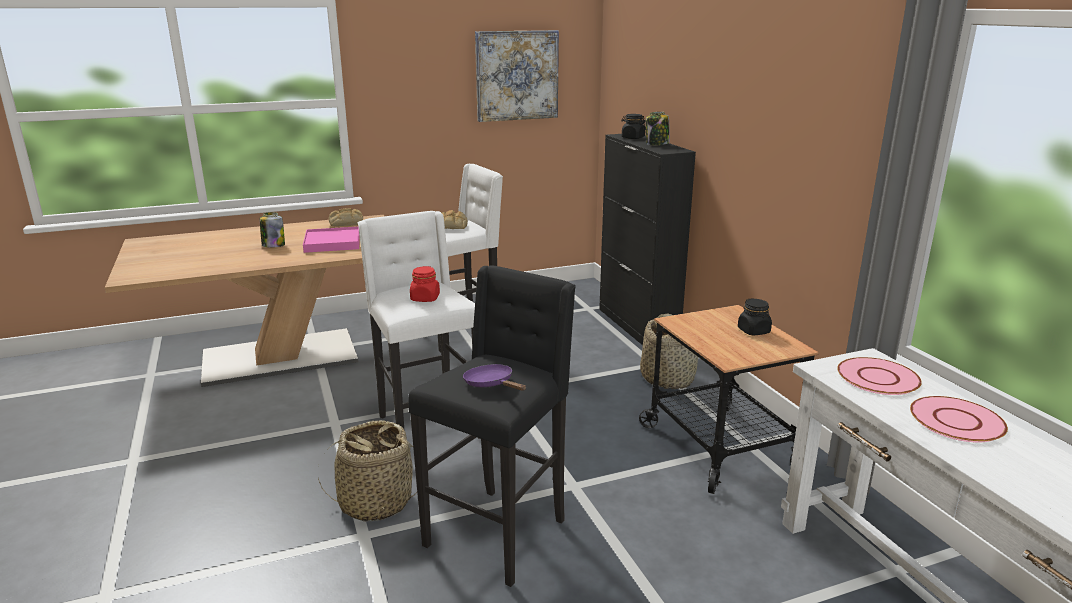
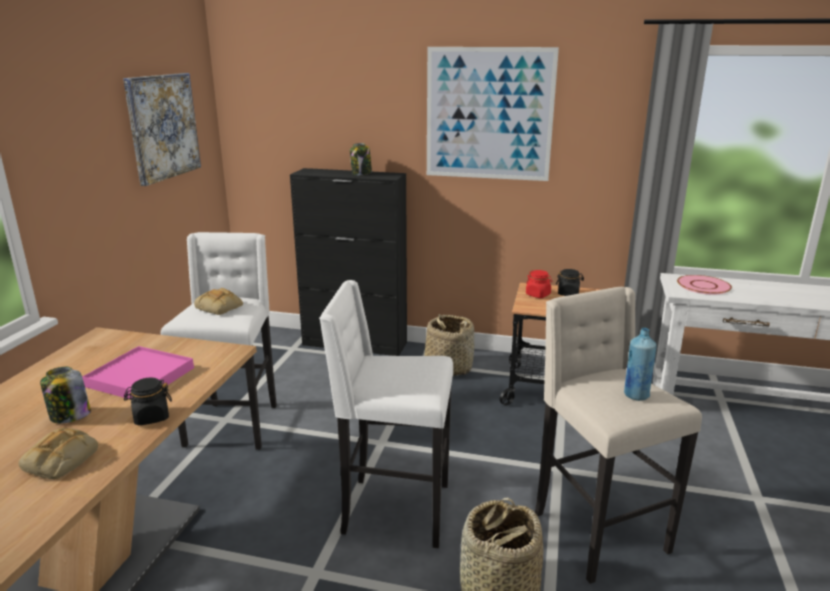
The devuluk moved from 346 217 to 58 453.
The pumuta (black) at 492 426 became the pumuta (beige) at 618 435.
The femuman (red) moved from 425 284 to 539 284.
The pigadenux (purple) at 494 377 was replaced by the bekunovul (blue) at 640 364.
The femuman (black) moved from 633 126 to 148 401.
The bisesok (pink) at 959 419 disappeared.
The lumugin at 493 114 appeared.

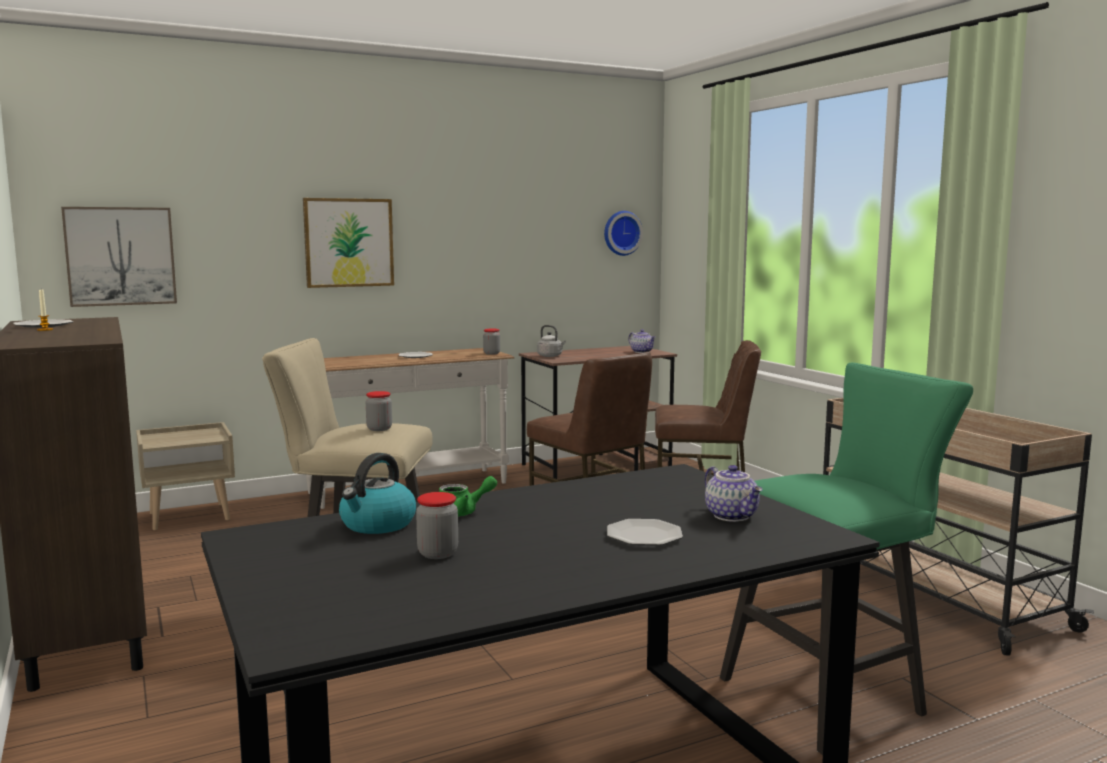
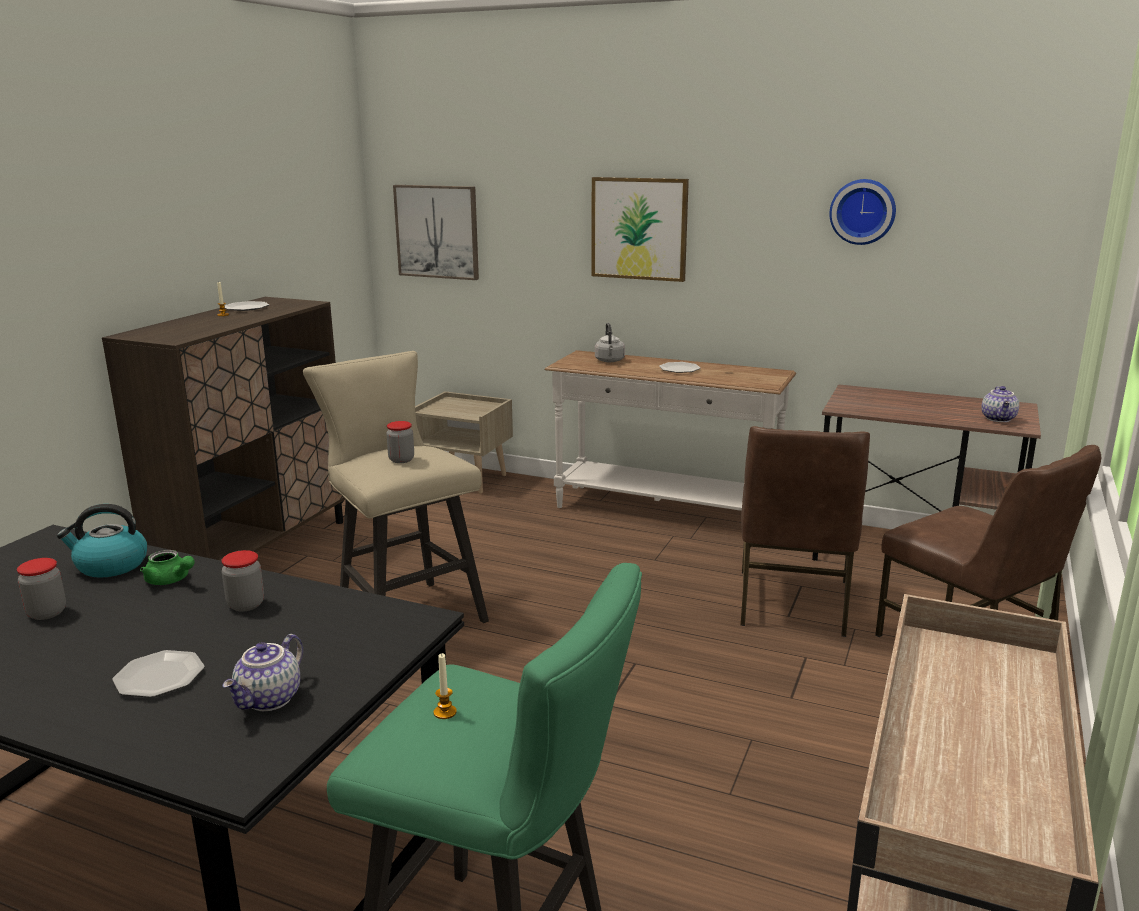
The femuman moved from 491 341 to 243 581.
The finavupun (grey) moved from 551 341 to 610 342.
The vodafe moved from 623 233 to 862 212.
The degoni at 445 686 appeared.

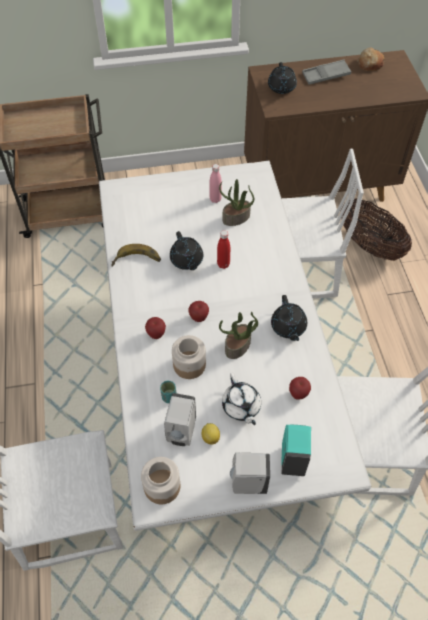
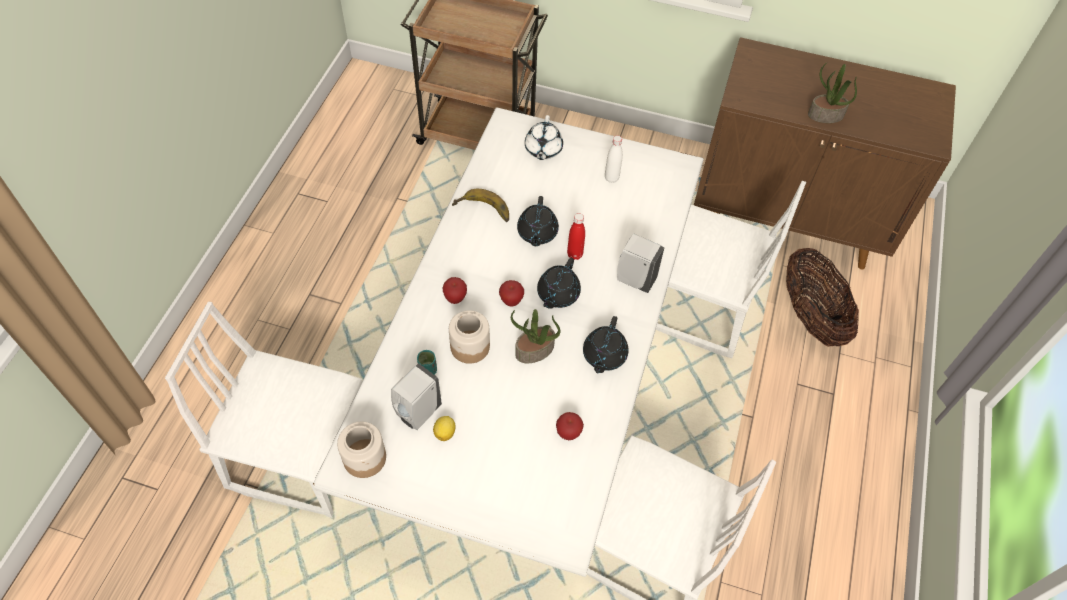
The bekunovul (pink) at 215 183 became the bekunovul (white) at 614 159.
The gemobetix moved from 236 202 to 832 93.
The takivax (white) moved from 241 399 to 544 137.
The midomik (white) moved from 250 473 to 641 263.
The takivax (black) moved from 282 78 to 559 283.
The midomik (turquoise) at 296 450 disappeared.
The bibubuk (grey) at 326 72 disappeared.
The devuluk at 371 59 disappeared.

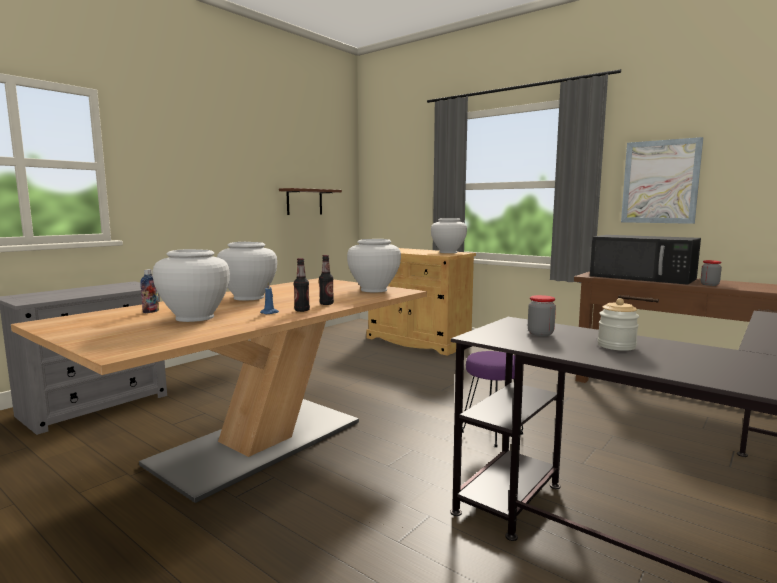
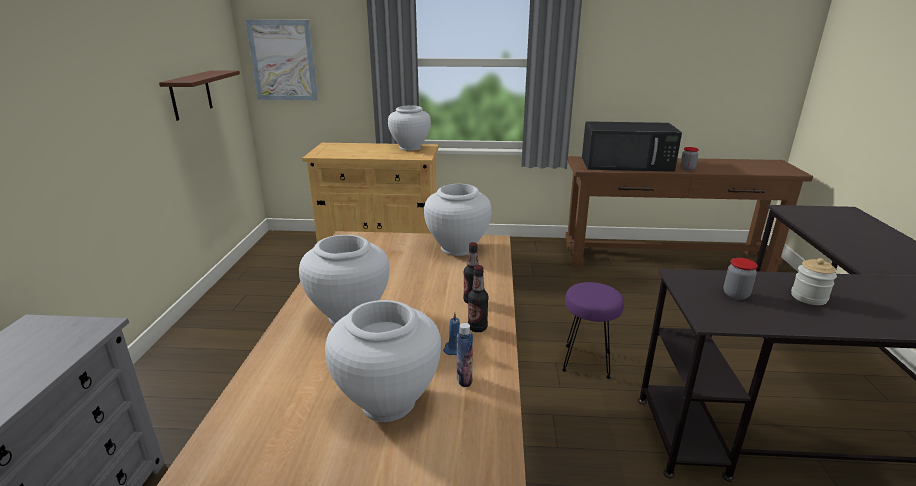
The bekunovul moved from 149 291 to 465 355.
The lumugin moved from 662 180 to 282 60.

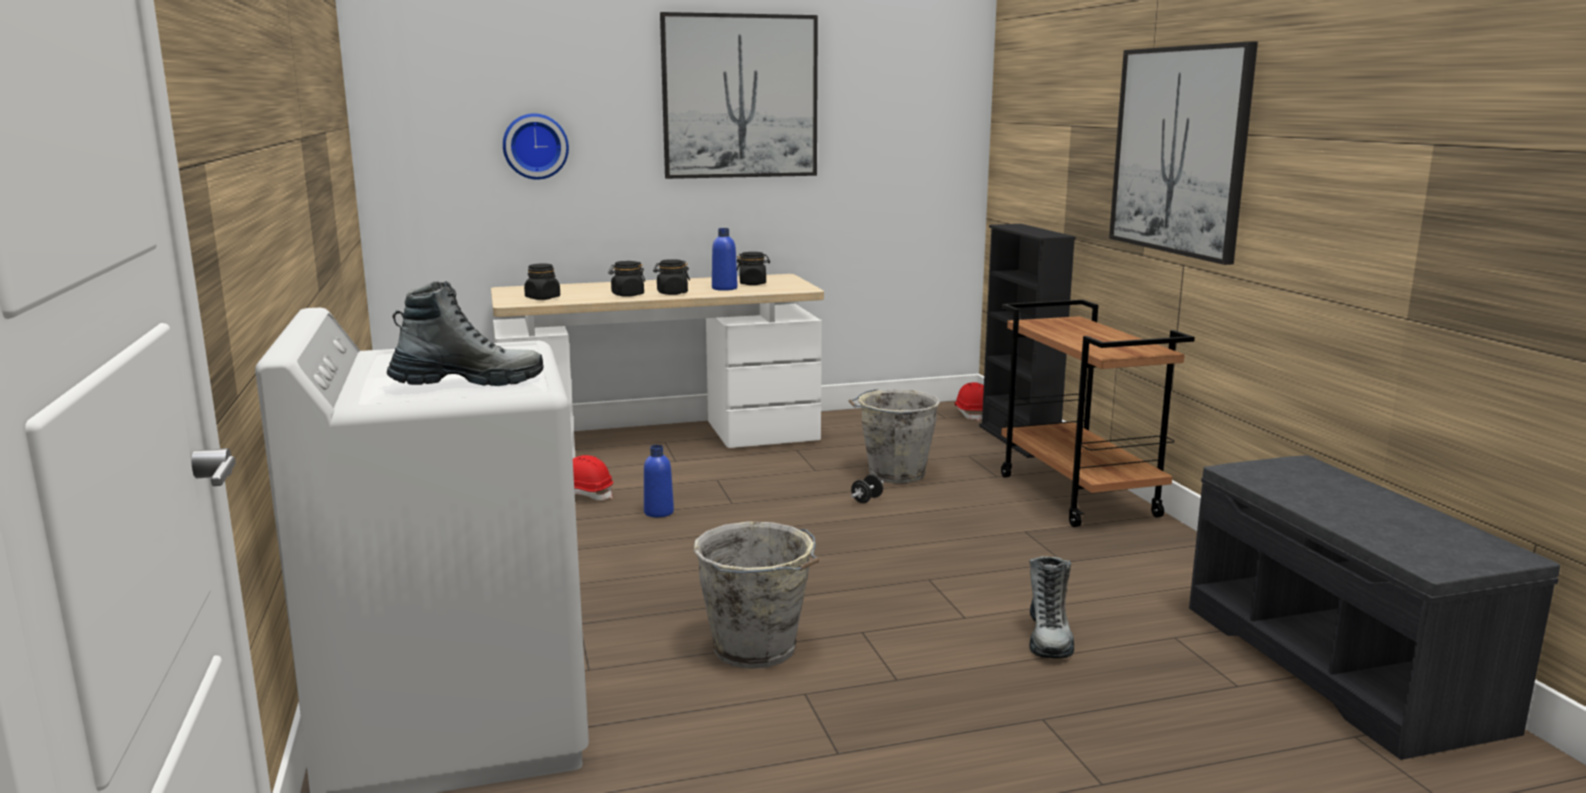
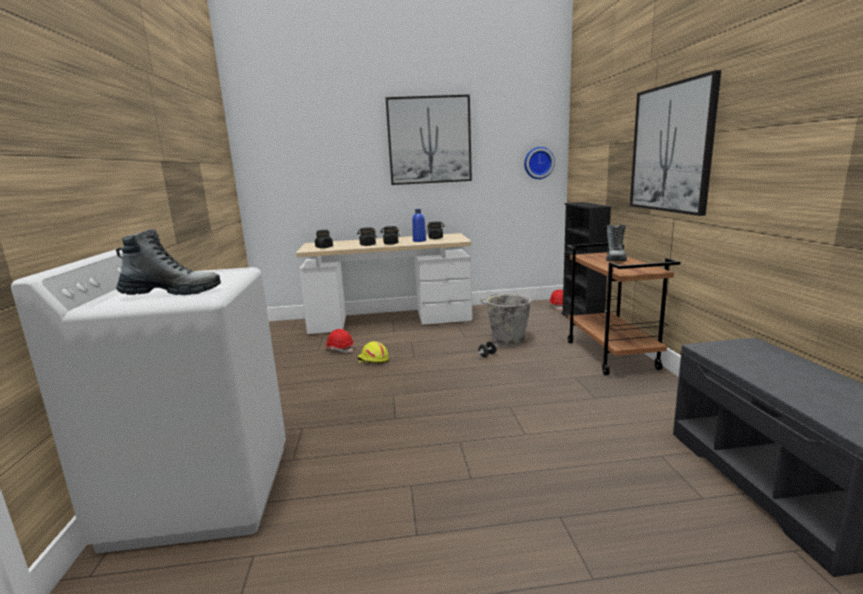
The vodafe moved from 536 146 to 539 163.
The bekunovul (blue) at 659 481 was replaced by the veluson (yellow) at 373 352.
The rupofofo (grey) at 756 595 disappeared.
The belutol moved from 1051 607 to 616 243.

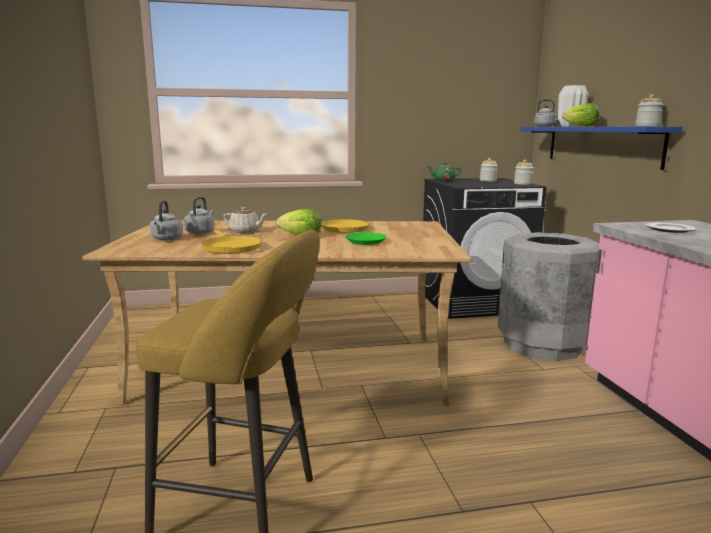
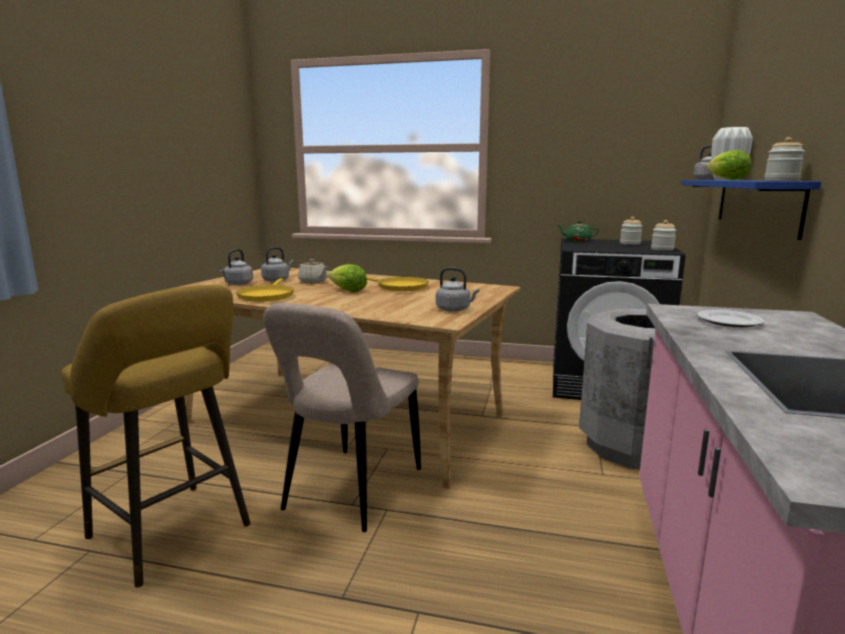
The bisesok (green) at 366 238 disappeared.
The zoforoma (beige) at 342 417 appeared.
The finavupun (grey) at 457 289 appeared.

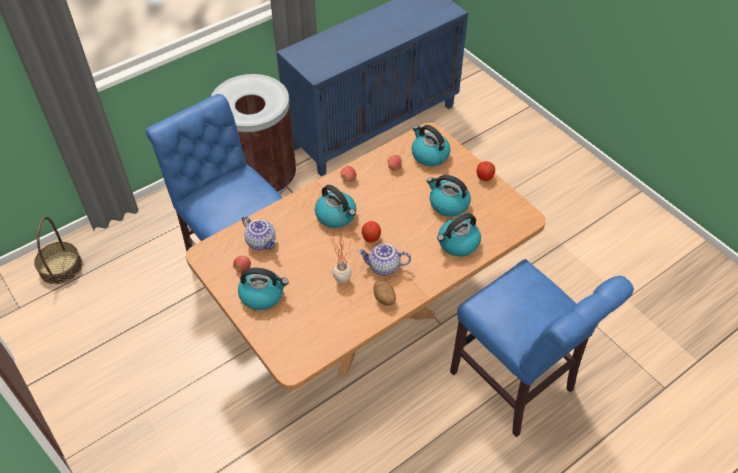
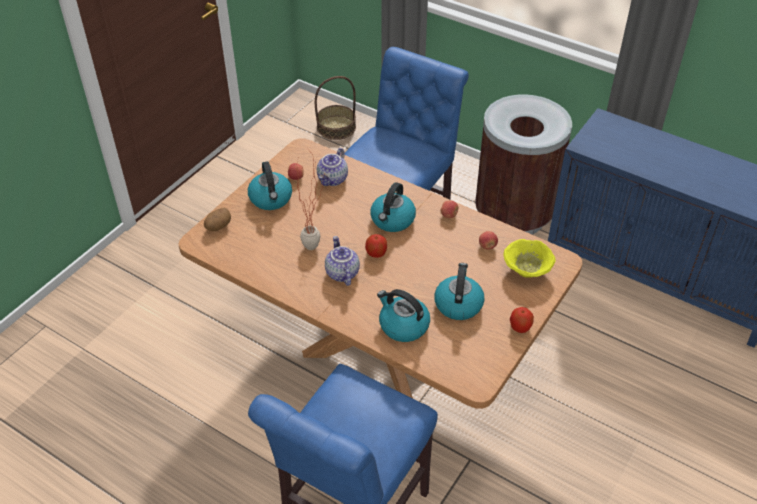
The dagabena moved from 384 293 to 217 219.
The finavupun at 431 145 was replaced by the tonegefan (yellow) at 529 258.

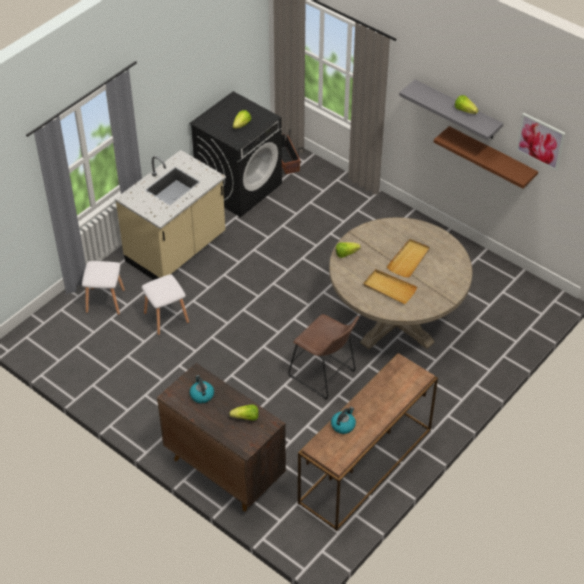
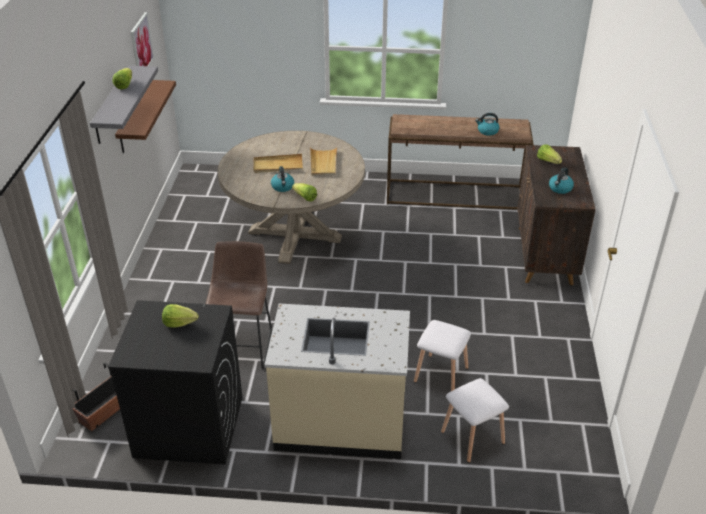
The pumuta (brown) moved from 323 357 to 239 305.
The finavupun at 282 179 appeared.

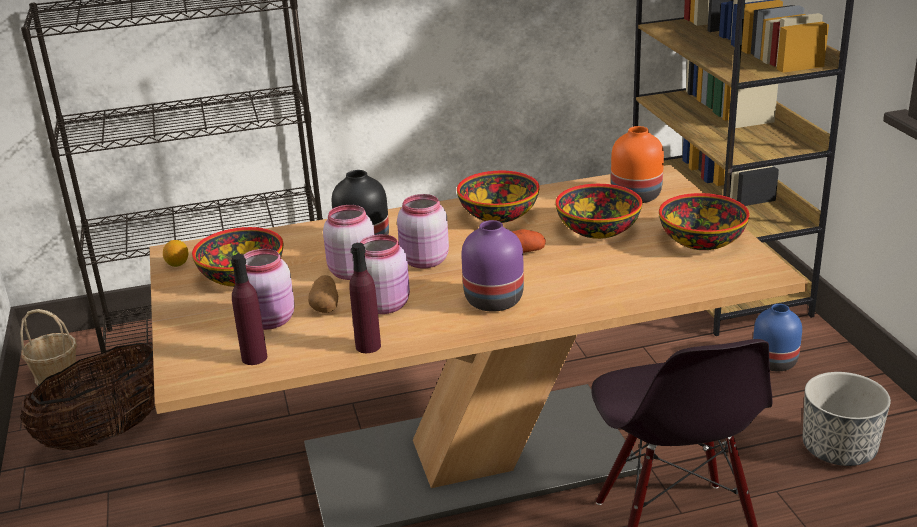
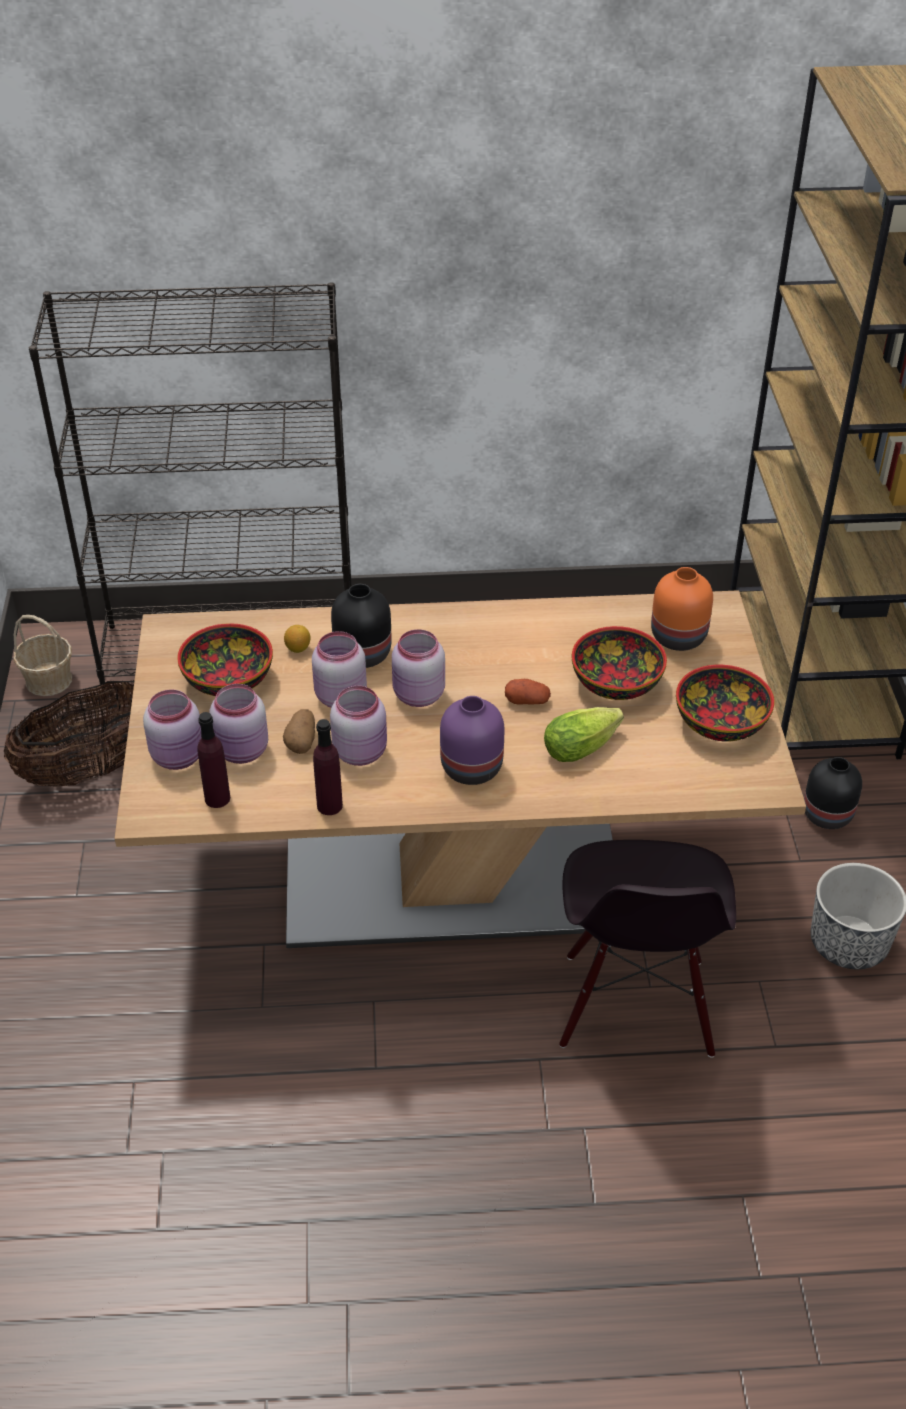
The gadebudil moved from 176 253 to 297 639.
The tonegefan at 498 197 disappeared.
The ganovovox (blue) at 777 337 became the ganovovox (black) at 833 793.
The femuman (pink) at 172 729 appeared.
The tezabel at 584 734 appeared.

